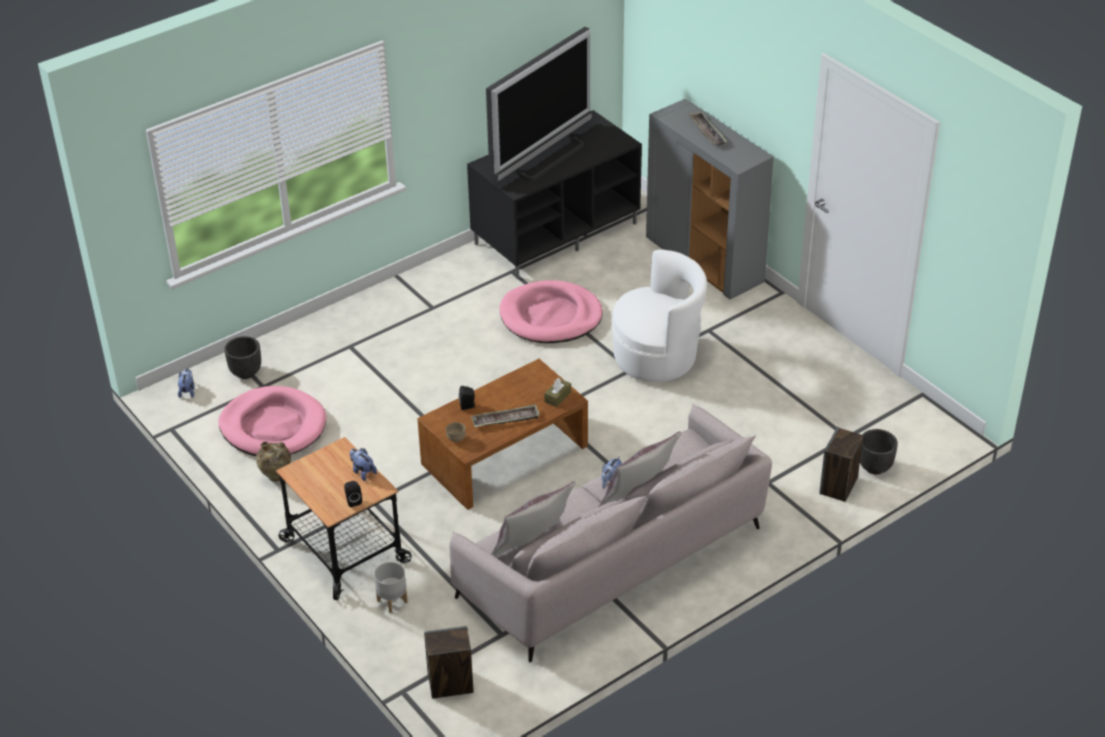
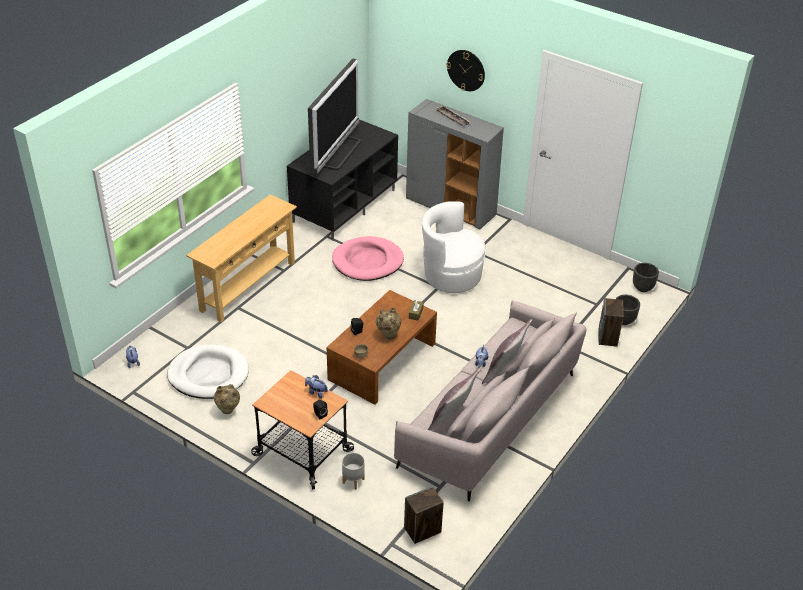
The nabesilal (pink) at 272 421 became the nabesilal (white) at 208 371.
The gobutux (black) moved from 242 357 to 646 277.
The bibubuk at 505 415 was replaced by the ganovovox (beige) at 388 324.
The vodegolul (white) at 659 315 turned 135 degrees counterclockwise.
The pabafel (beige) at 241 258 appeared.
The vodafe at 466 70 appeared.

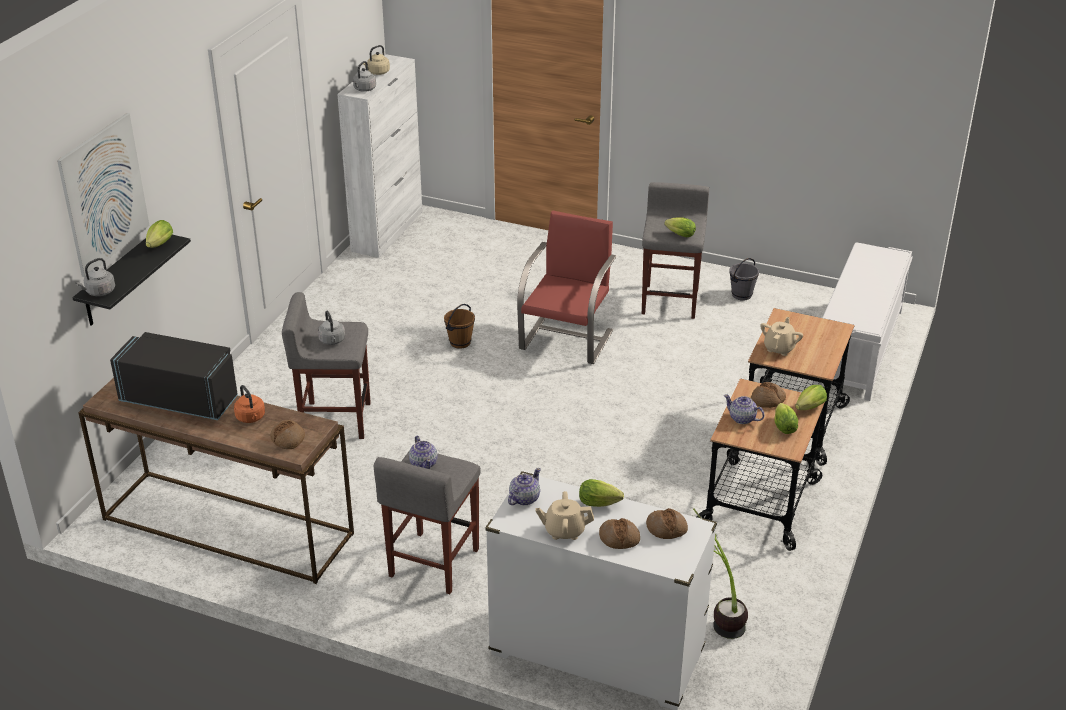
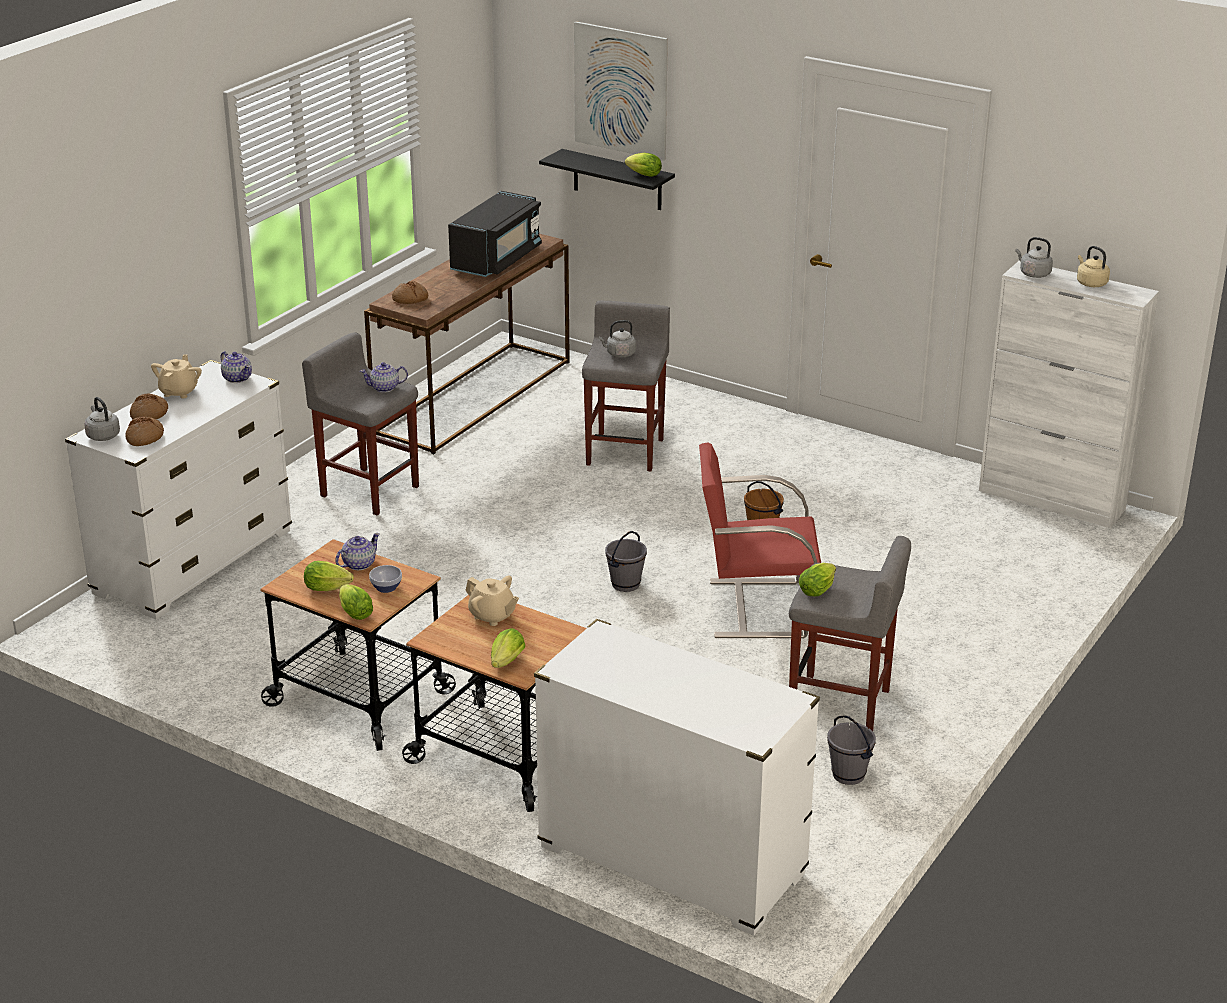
The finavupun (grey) moved from 95 277 to 102 419.
The finavupun (orange) at 249 404 disappeared.
The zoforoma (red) at 567 287 turned 150 degrees clockwise.
The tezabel moved from 601 493 to 508 648.
The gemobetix at 720 573 disappeared.
The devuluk at 768 395 was replaced by the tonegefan at 385 579.
The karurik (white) at 862 321 was replaced by the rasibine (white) at 677 777.
The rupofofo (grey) at 626 561 appeared.

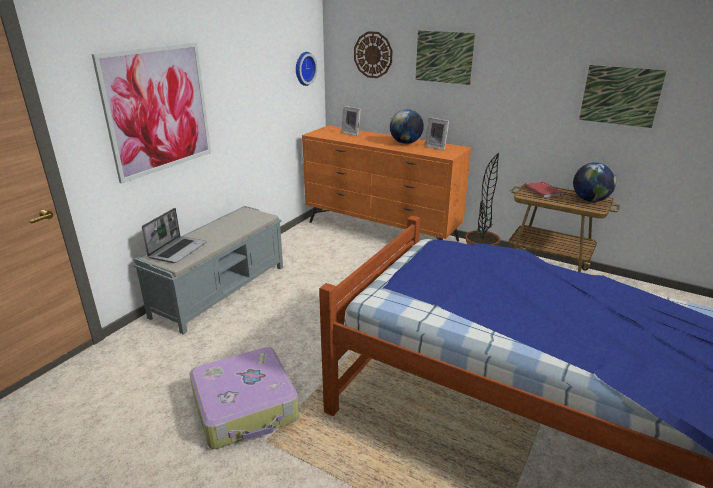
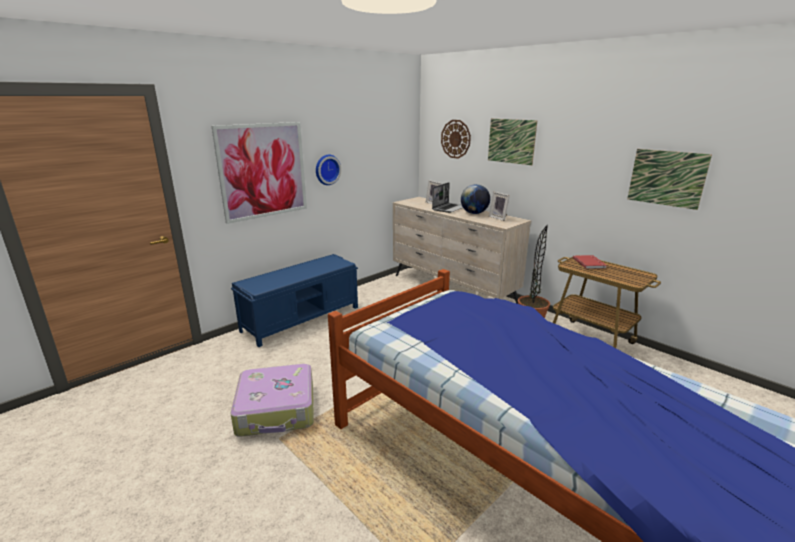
The karurik (grey) at 208 270 became the karurik (blue) at 294 300.
The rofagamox moved from 174 235 to 447 197.
The vodafe moved from 306 69 to 328 170.
The rasibine (orange) at 387 184 became the rasibine (beige) at 462 250.
The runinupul at 594 182 disappeared.

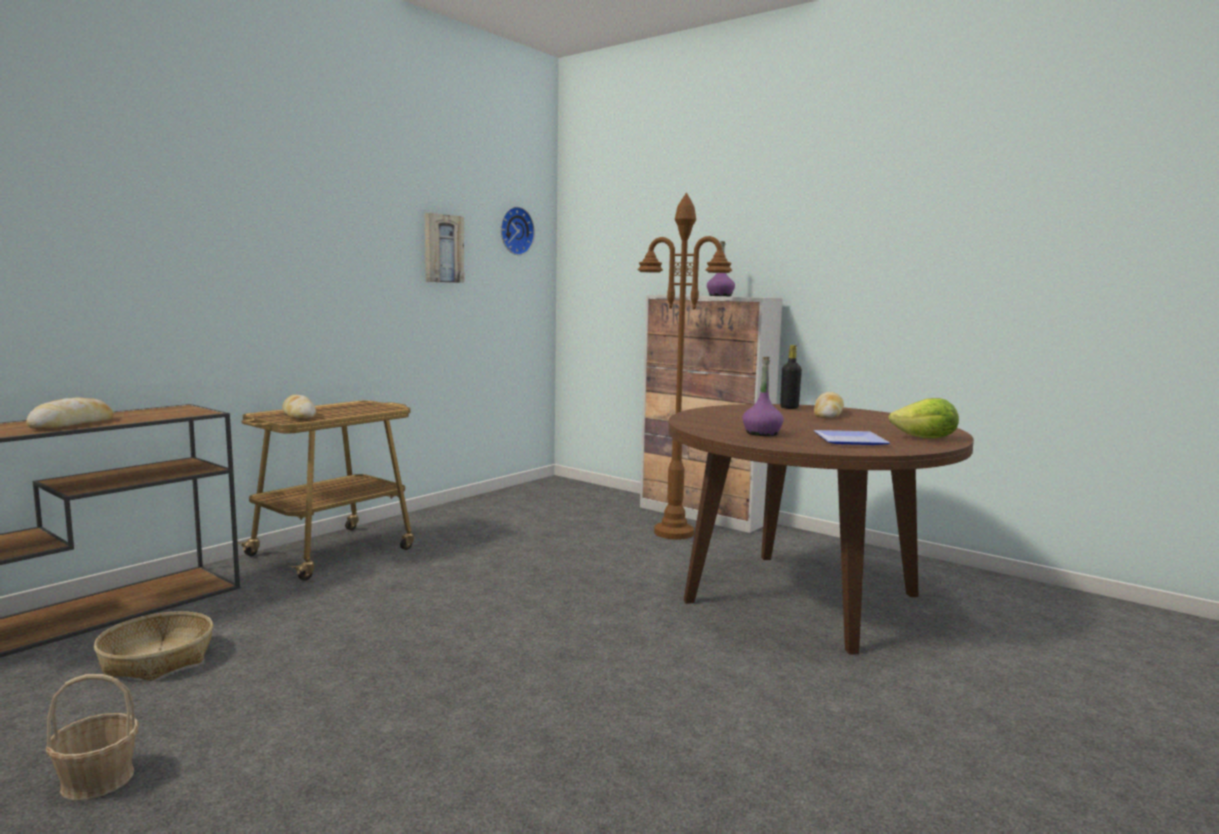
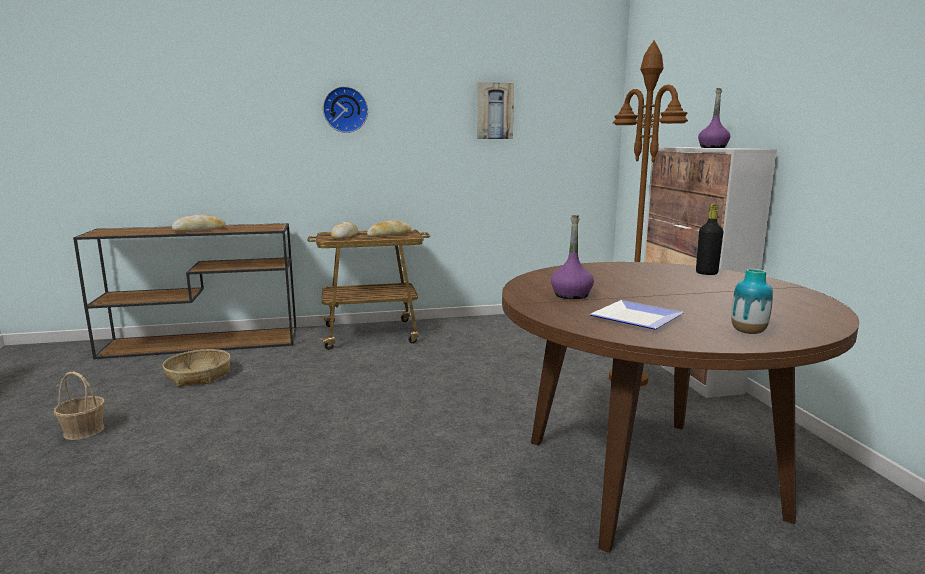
The vodafe moved from 518 230 to 345 109.
The devuluk moved from 829 405 to 389 228.
The tezabel at 924 418 was replaced by the ganovovox at 752 301.

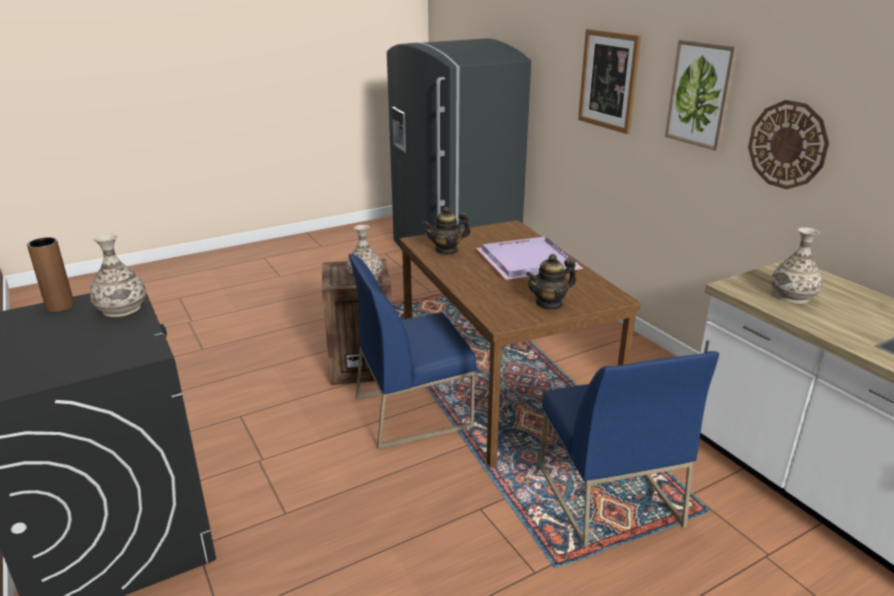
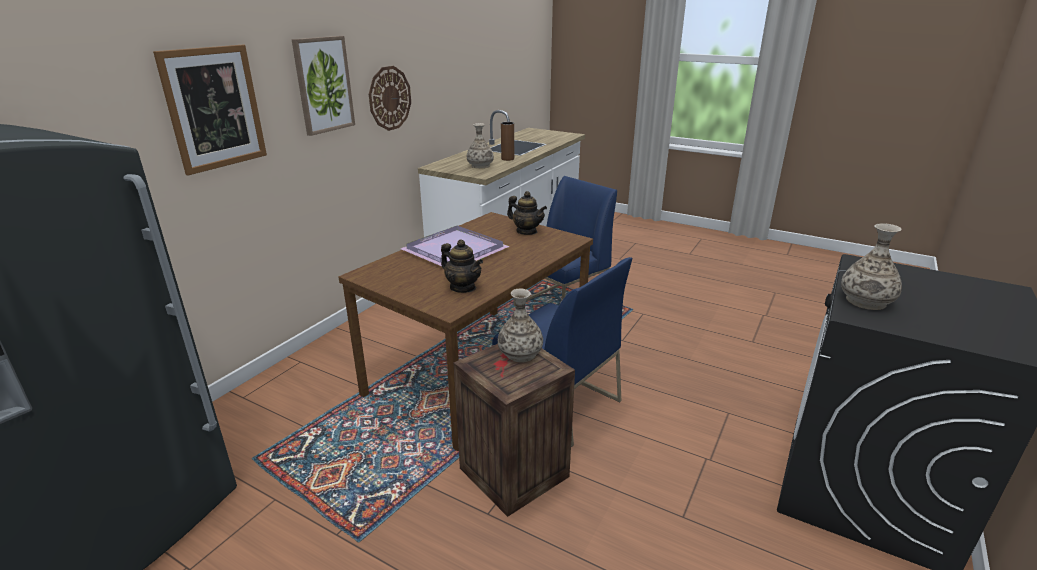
The ganovovox (brown) moved from 50 274 to 507 141.

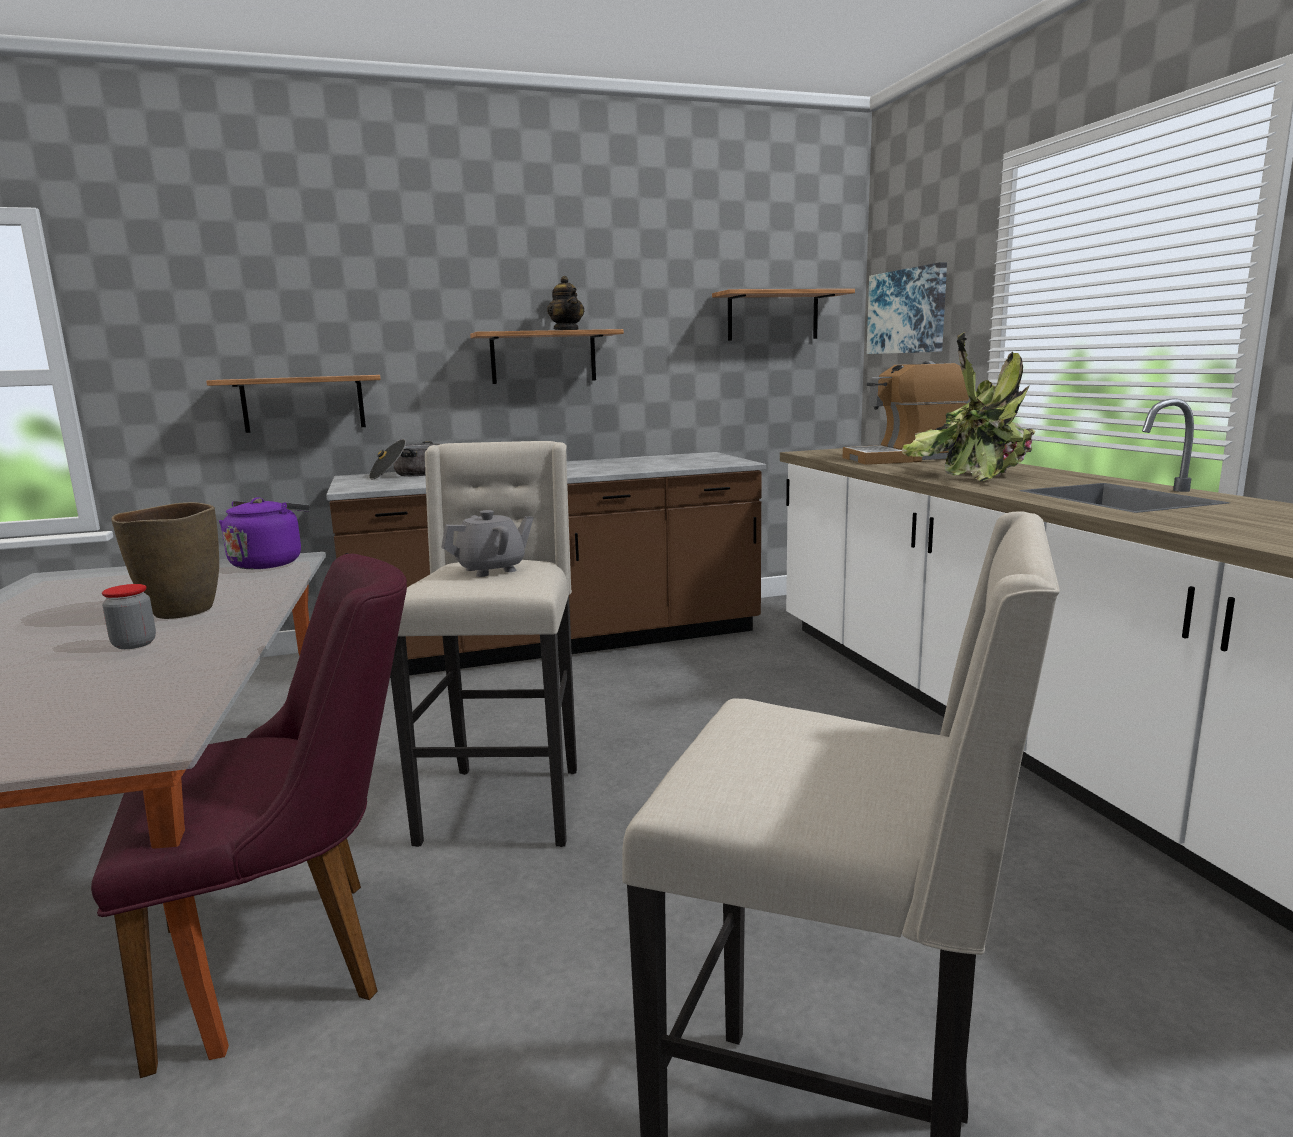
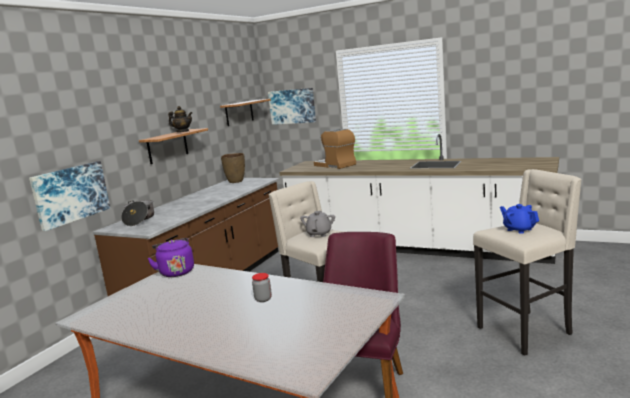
The ganovovox (brown) moved from 165 560 to 233 168.
The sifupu at 293 404 was replaced by the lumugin at 69 196.
The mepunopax at 906 413 turned 105 degrees clockwise.
The gemobetix at 968 406 disappeared.
The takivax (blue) at 519 219 appeared.

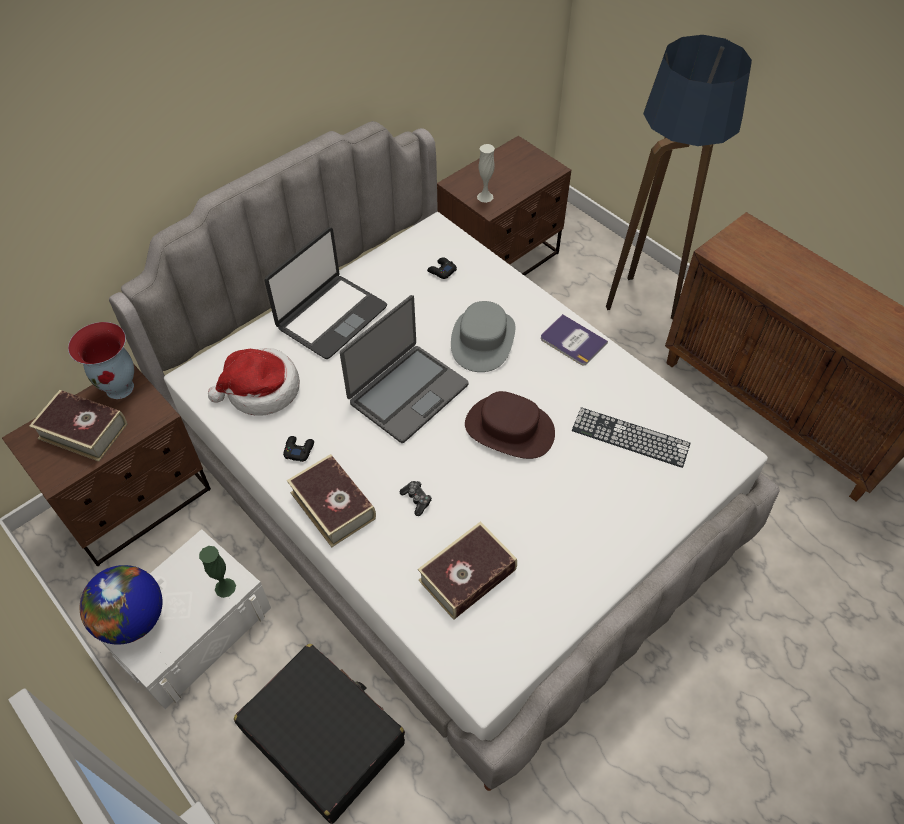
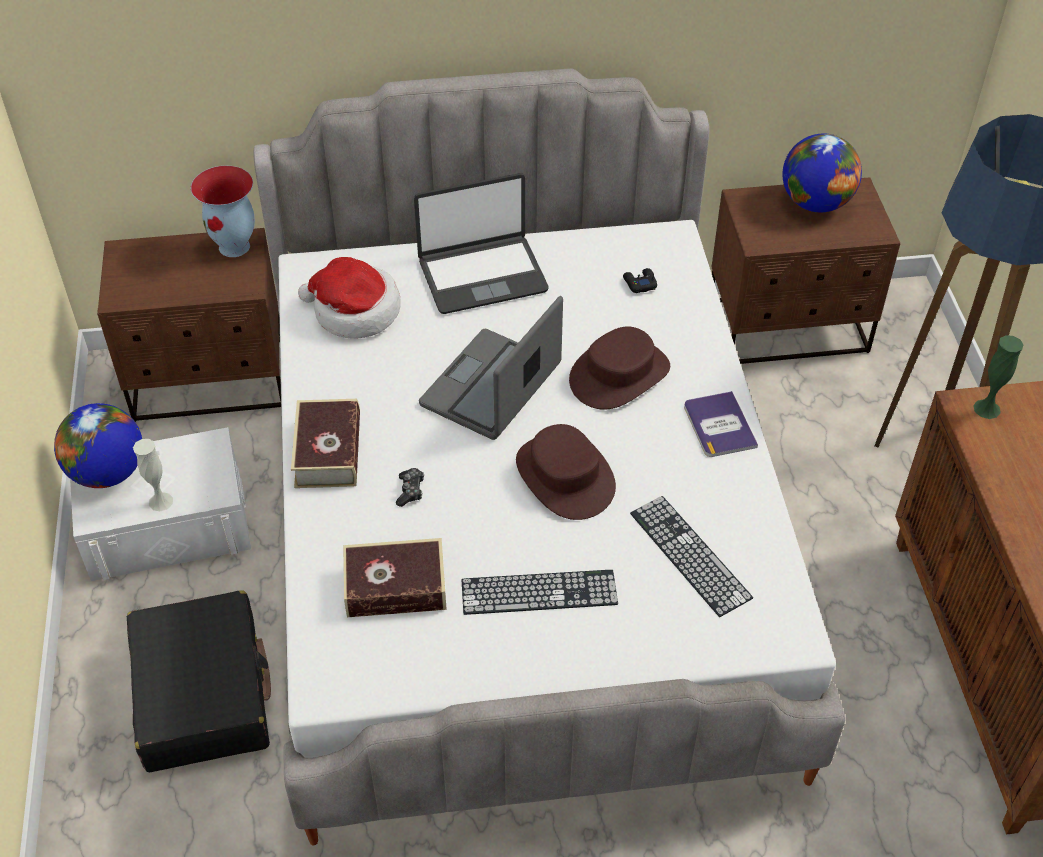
The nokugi at 78 426 disappeared.
The ganovovox (green) moved from 217 572 to 998 377.
The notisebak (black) at 298 449 disappeared.
The rofagamox at 404 369 turned 135 degrees clockwise.
The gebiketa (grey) at 483 336 became the gebiketa (brown) at 619 368.
The ganovovox (white) moved from 486 173 to 153 475.
The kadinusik at 540 592 appeared.
The runinupul at 822 172 appeared.

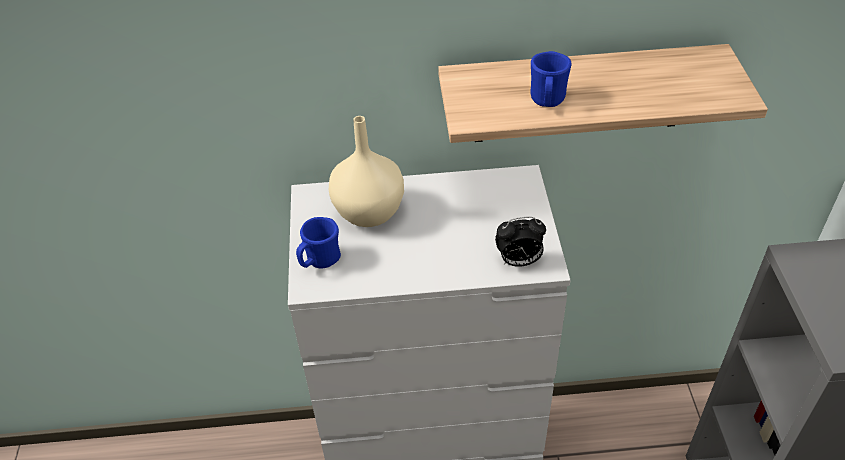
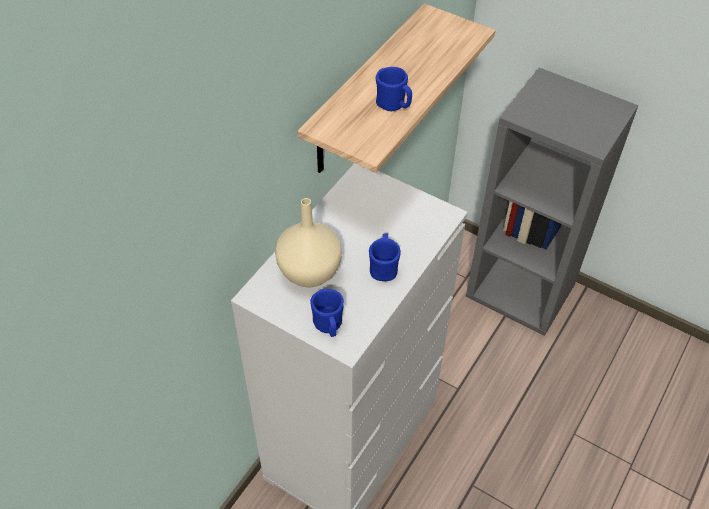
The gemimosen at 520 242 disappeared.
The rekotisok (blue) at 385 257 appeared.

